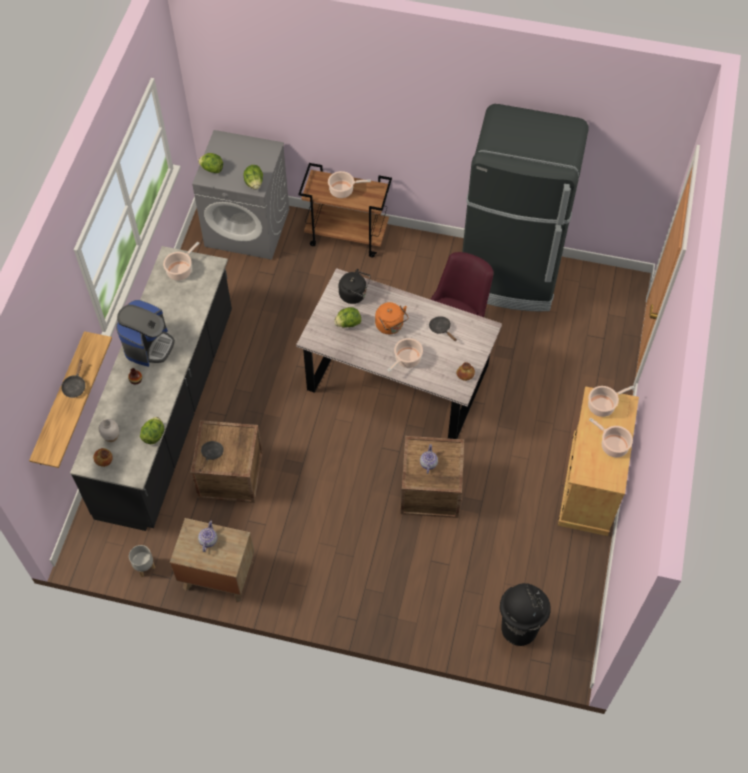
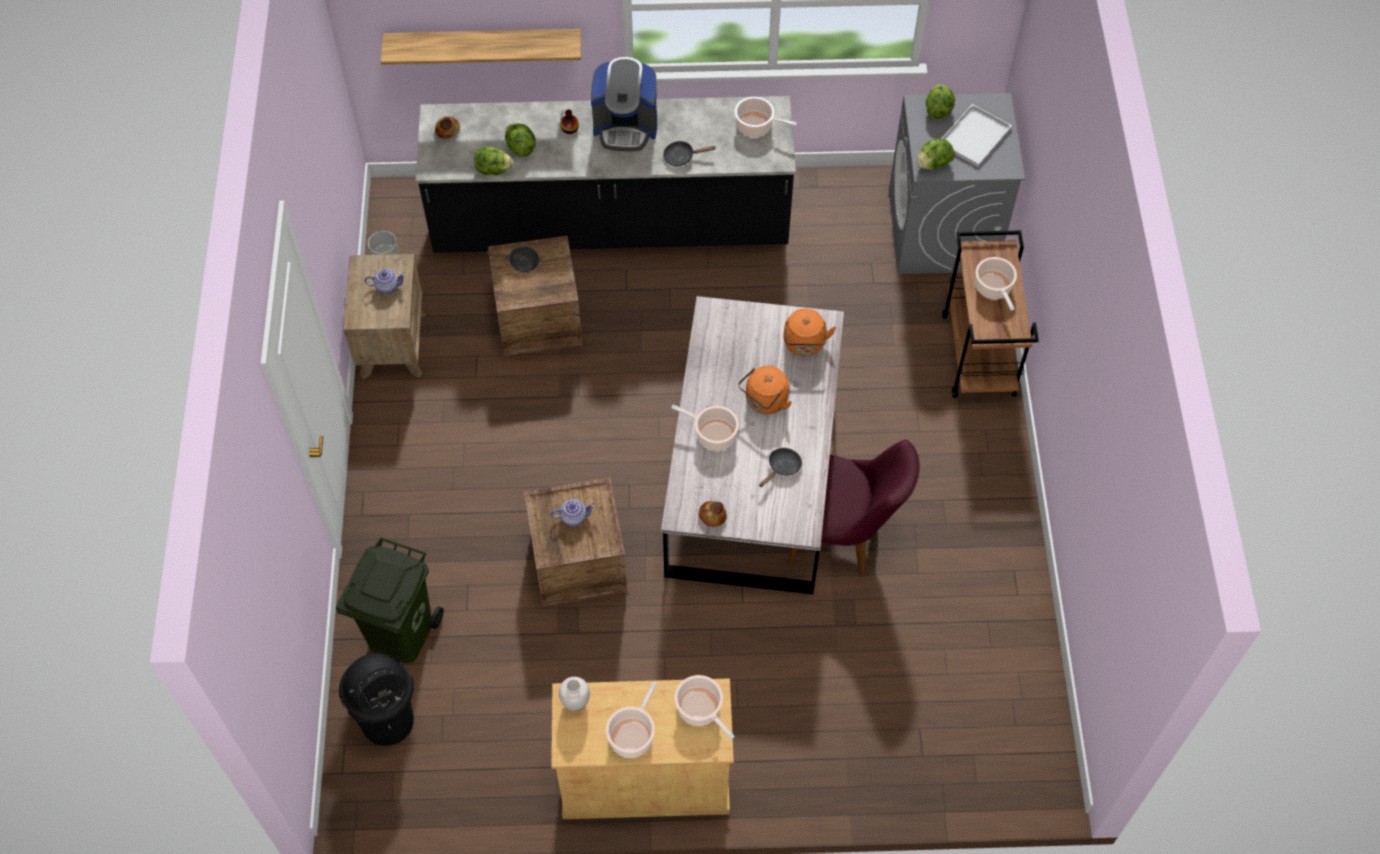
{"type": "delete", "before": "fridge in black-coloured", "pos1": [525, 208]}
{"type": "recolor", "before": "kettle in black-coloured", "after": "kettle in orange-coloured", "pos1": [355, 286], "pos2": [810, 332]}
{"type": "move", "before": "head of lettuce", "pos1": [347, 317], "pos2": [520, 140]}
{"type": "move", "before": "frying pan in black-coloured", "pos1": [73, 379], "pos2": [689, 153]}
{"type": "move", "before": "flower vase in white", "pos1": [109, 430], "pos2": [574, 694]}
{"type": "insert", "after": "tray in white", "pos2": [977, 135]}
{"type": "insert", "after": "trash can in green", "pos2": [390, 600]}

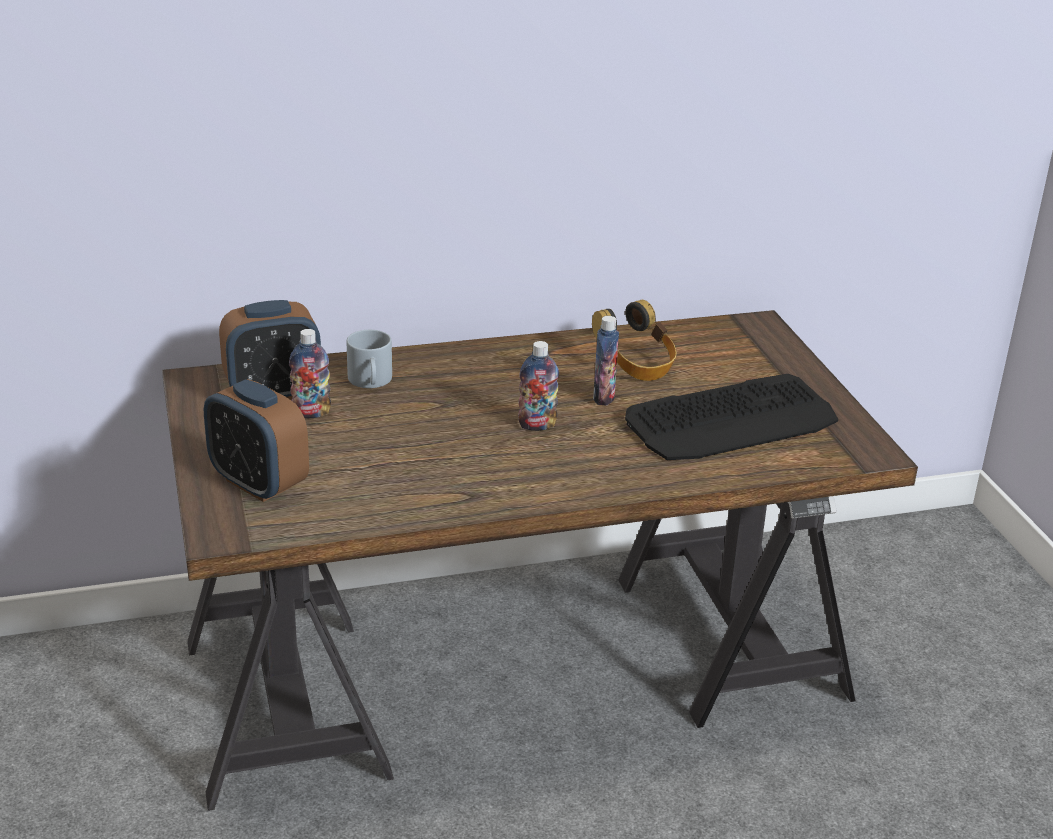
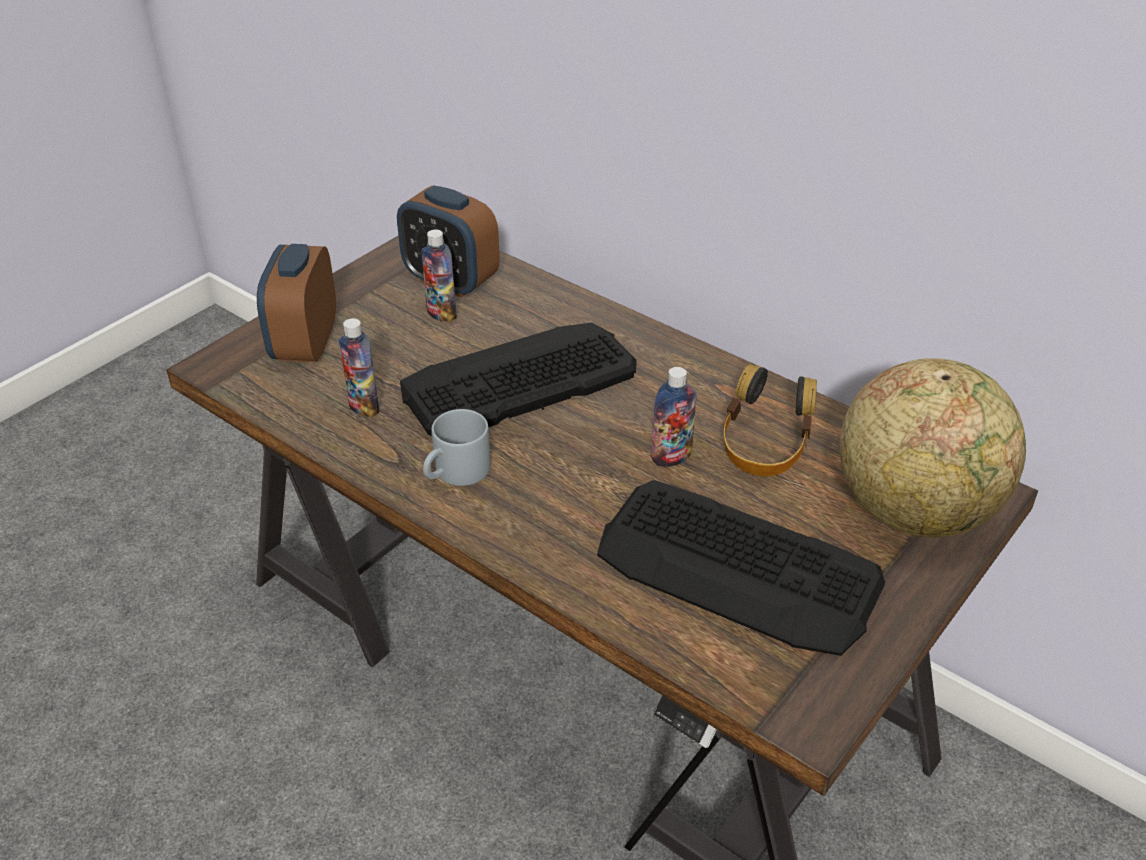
{"type": "move", "before": "tea mug in grey", "pos1": [369, 359], "pos2": [457, 447]}
{"type": "move", "before": "drink bottle", "pos1": [538, 386], "pos2": [359, 367]}
{"type": "insert", "after": "keyboard", "pos2": [518, 379]}
{"type": "insert", "after": "globe", "pos2": [933, 448]}

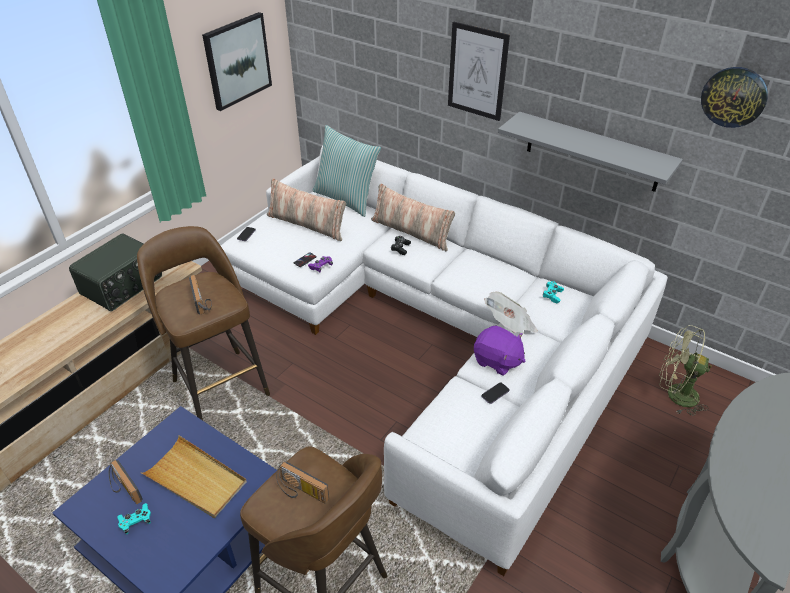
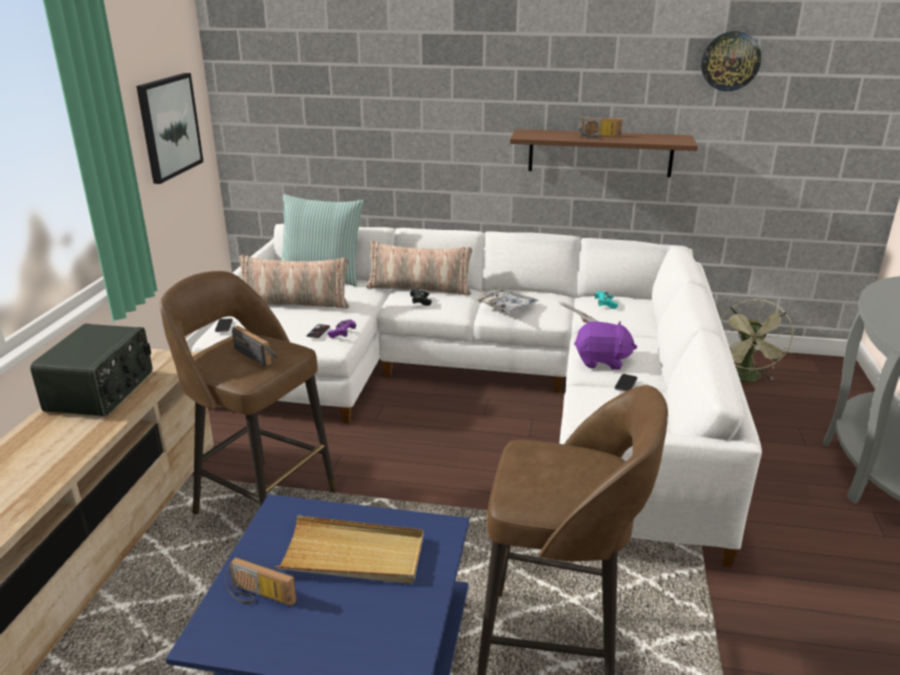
{"type": "delete", "before": "wall picture", "pos1": [479, 71]}
{"type": "recolor", "before": "wall shelf in grey", "after": "wall shelf in brownish", "pos1": [590, 152], "pos2": [604, 153]}
{"type": "rotate", "before": "fan in green", "pos1": [685, 370], "pos2": [757, 340], "turn": -75}
{"type": "move", "before": "radio receiver", "pos1": [302, 482], "pos2": [600, 127]}
{"type": "delete", "before": "joypad in blue-green", "pos1": [134, 518]}
{"type": "insert", "after": "tray", "pos2": [507, 301]}

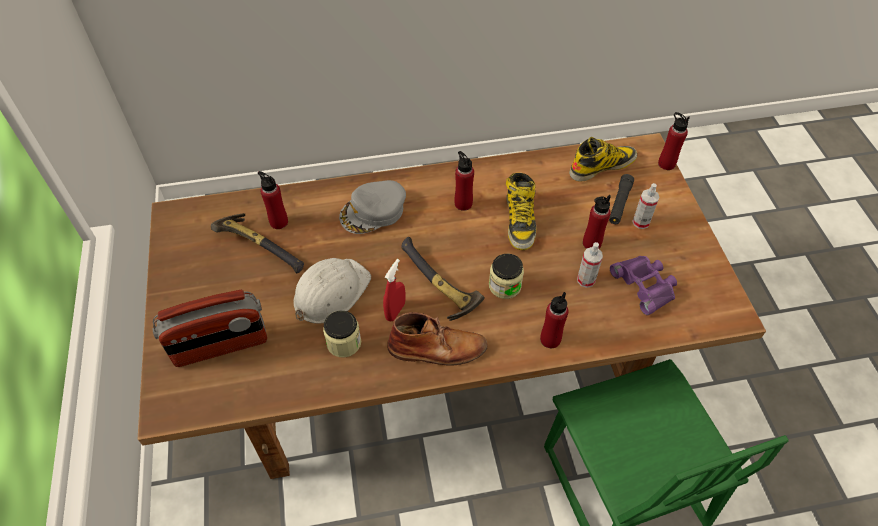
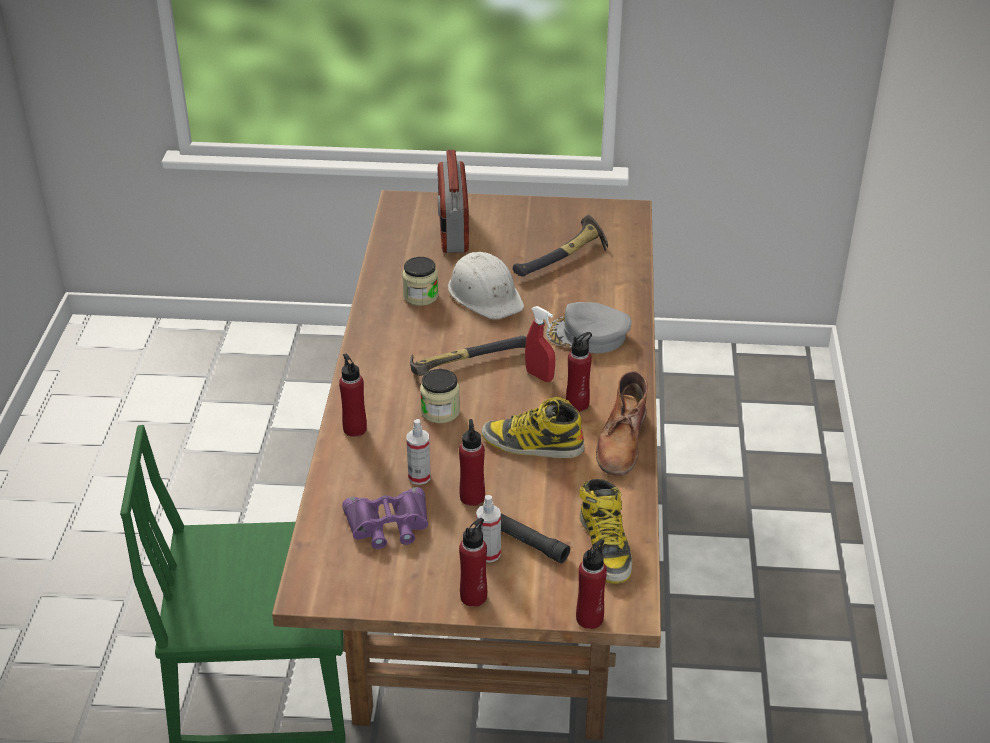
{"type": "move", "before": "drink bottle in reddish", "pos1": [273, 200], "pos2": [473, 562]}
{"type": "rotate", "before": "baseball cap in grey", "pos1": [372, 207], "pos2": [589, 328], "turn": -60}
{"type": "move", "before": "sprayer in reddish", "pos1": [394, 290], "pos2": [540, 344]}
{"type": "move", "before": "high-top boot in brownish", "pos1": [437, 339], "pos2": [622, 423]}

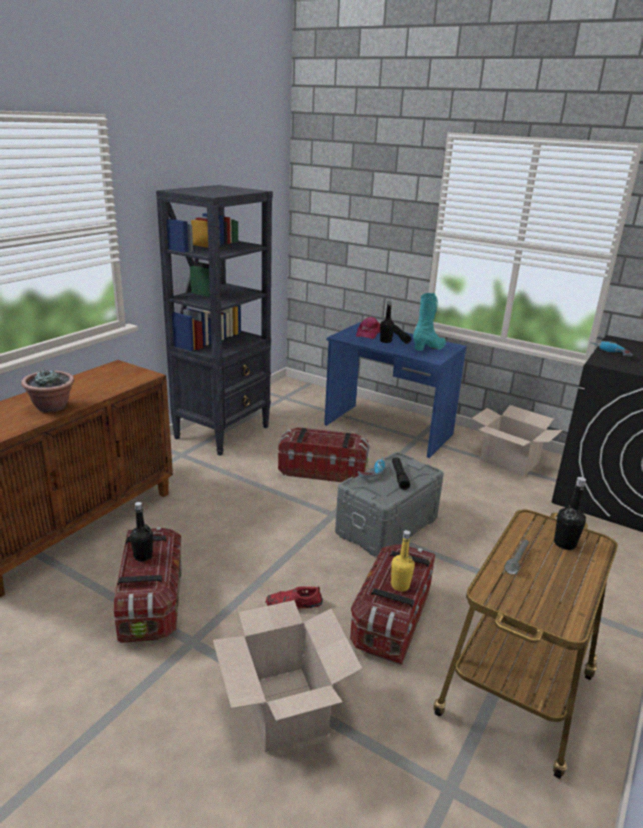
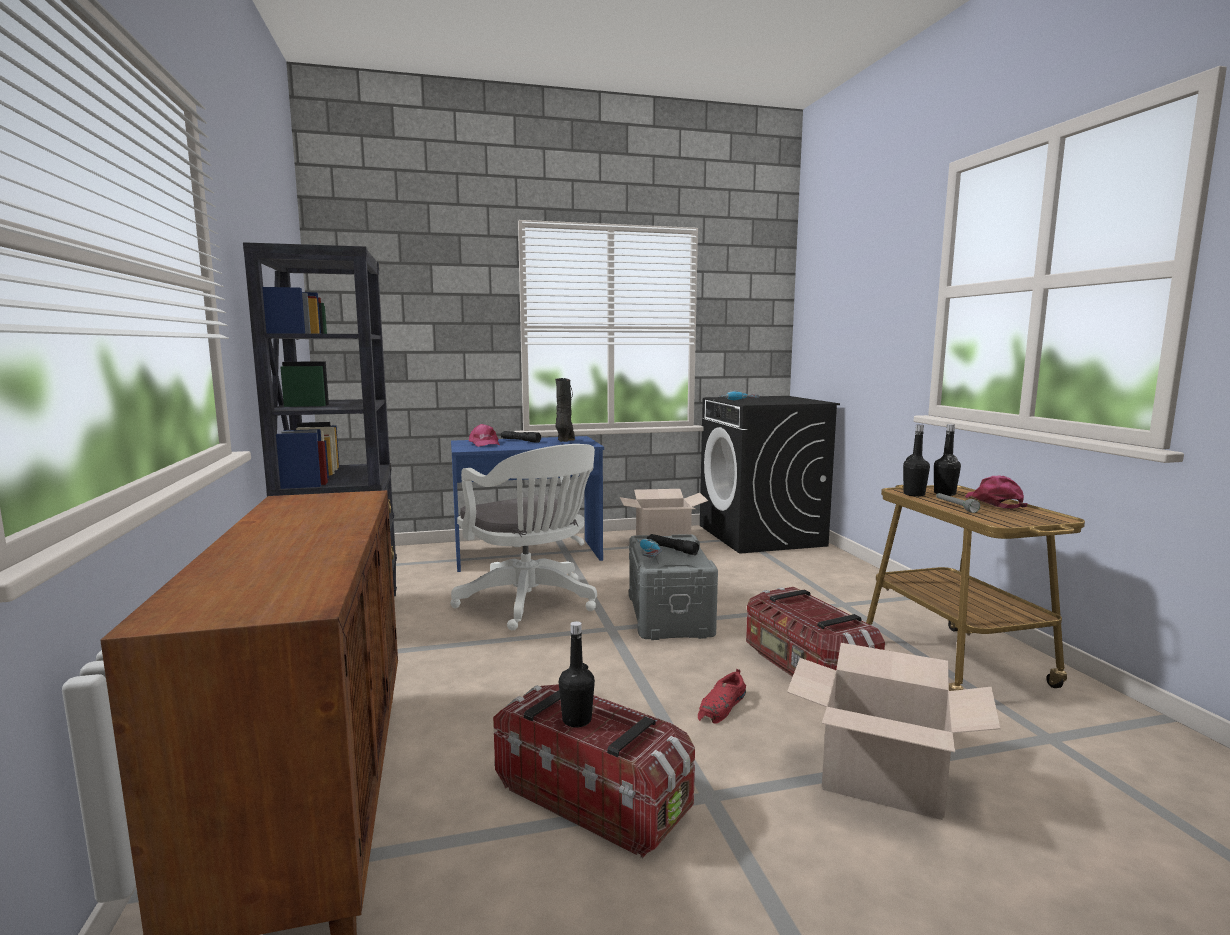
{"type": "recolor", "before": "high-top boot in blue-green", "after": "high-top boot in black-coloured", "pos1": [429, 322], "pos2": [565, 410]}
{"type": "move", "before": "drink bottle in black-coloured", "pos1": [387, 321], "pos2": [916, 461]}
{"type": "delete", "before": "potted plant", "pos1": [47, 391]}
{"type": "replace", "before": "storage container", "after": "computer chair in white", "pos1": [323, 454], "pos2": [524, 537]}
{"type": "delete", "before": "drink bottle in yellowish", "pos1": [403, 560]}
{"type": "insert", "after": "baseball cap in pinkish", "pos2": [996, 492]}

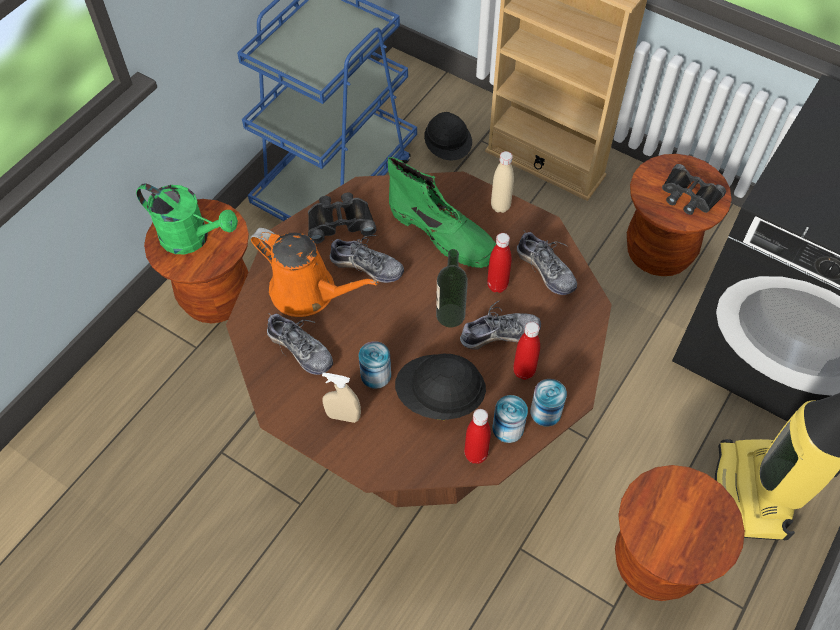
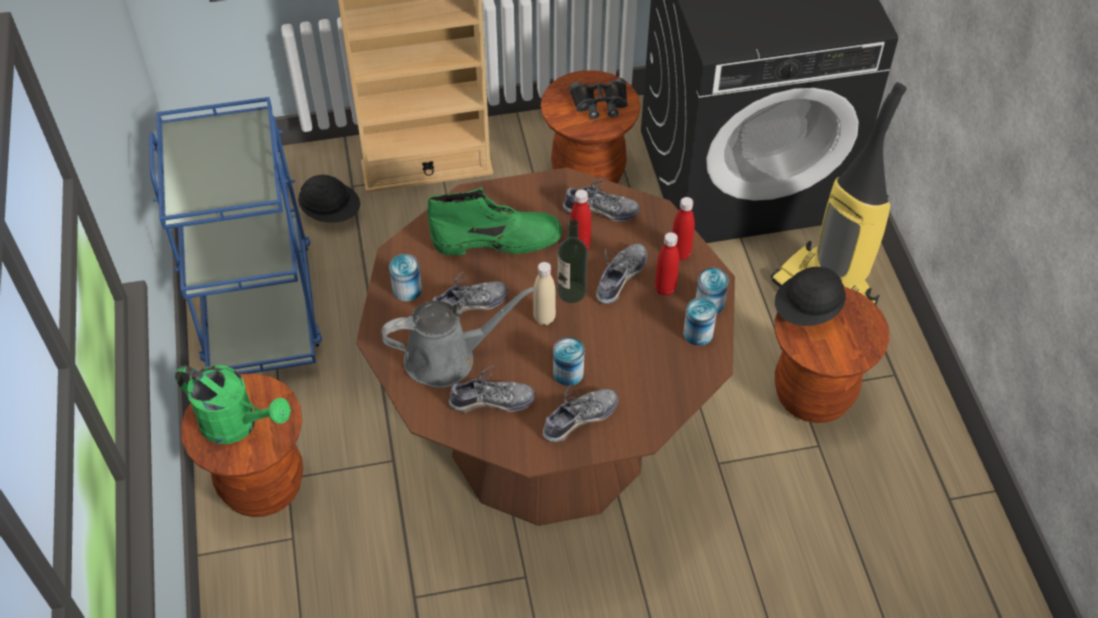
{"type": "move", "before": "drink bottle in sand-coloured", "pos1": [502, 182], "pos2": [544, 293]}
{"type": "rotate", "before": "sprinkling can in green", "pos1": [187, 219], "pos2": [233, 404], "turn": 45}
{"type": "replace", "before": "binoculars in black-coloured", "after": "sealed can", "pos1": [342, 218], "pos2": [405, 278]}
{"type": "recolor", "before": "sprinkling can in orange-coloured", "after": "sprinkling can in grey", "pos1": [314, 272], "pos2": [458, 337]}
{"type": "move", "before": "safety helmet in black-coloured", "pos1": [440, 387], "pos2": [810, 296]}
{"type": "replace", "before": "sprayer in sand-coloured", "after": "low shoe", "pos1": [341, 397], "pos2": [581, 414]}
{"type": "move", "before": "drink bottle in reddish", "pos1": [477, 436], "pos2": [683, 229]}

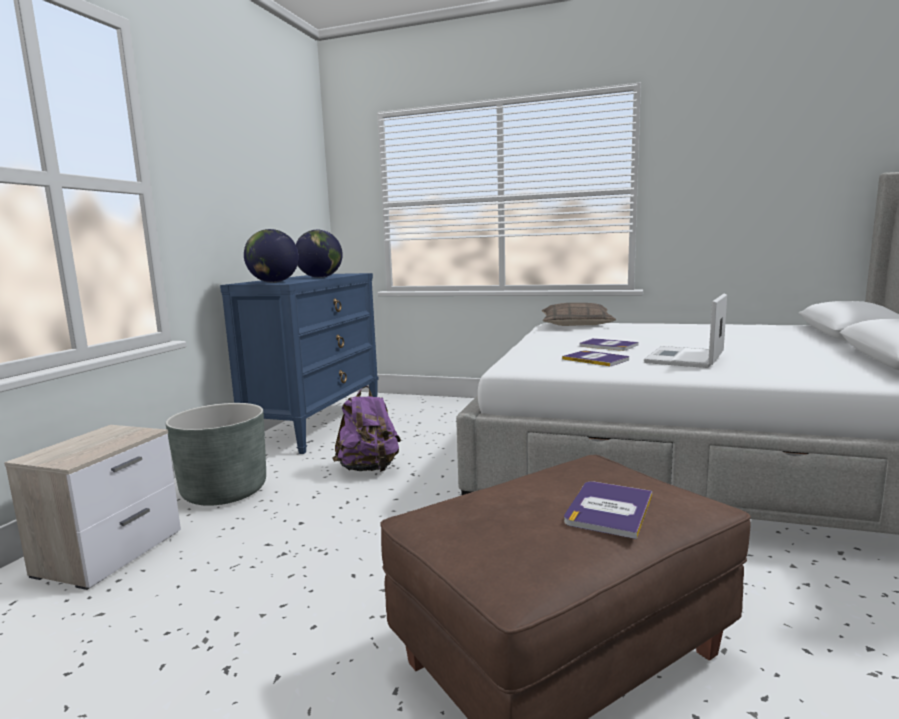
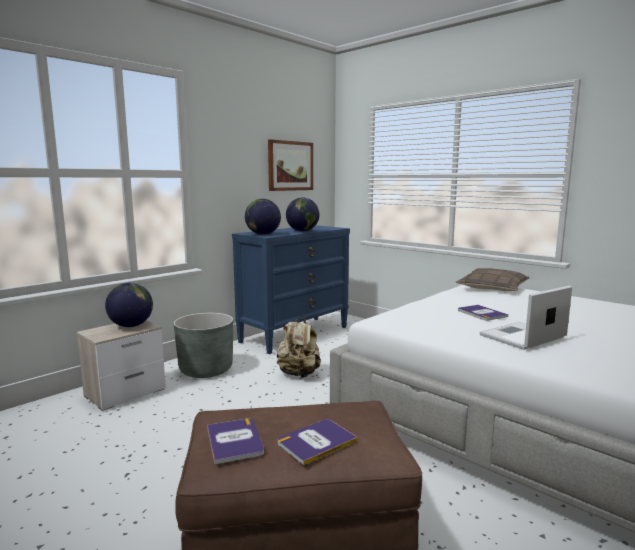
{"type": "move", "before": "volume", "pos1": [595, 359], "pos2": [235, 441]}
{"type": "recolor", "before": "backpack in purple", "after": "backpack in sand-coloured", "pos1": [366, 429], "pos2": [299, 346]}
{"type": "insert", "after": "wall picture", "pos2": [290, 165]}
{"type": "insert", "after": "globe", "pos2": [129, 305]}

